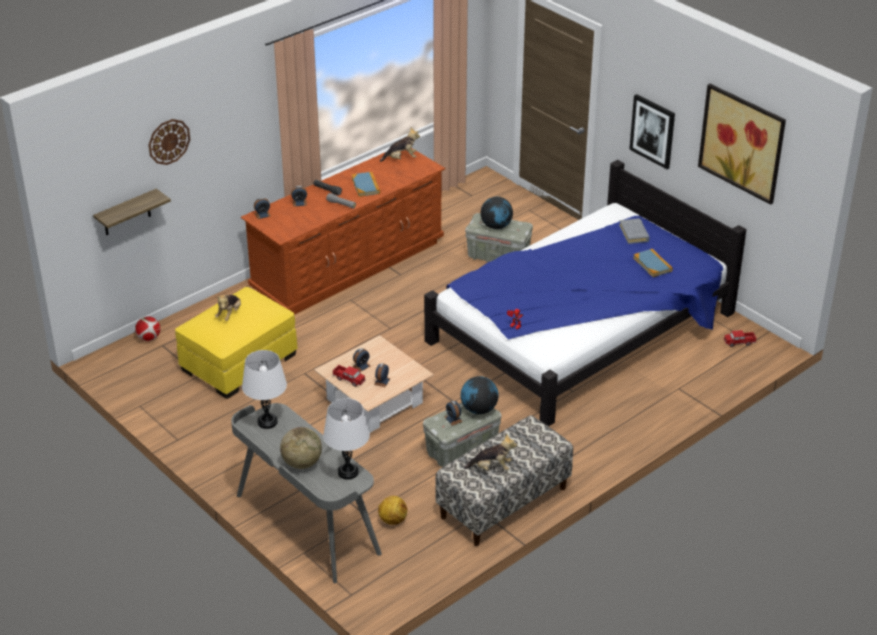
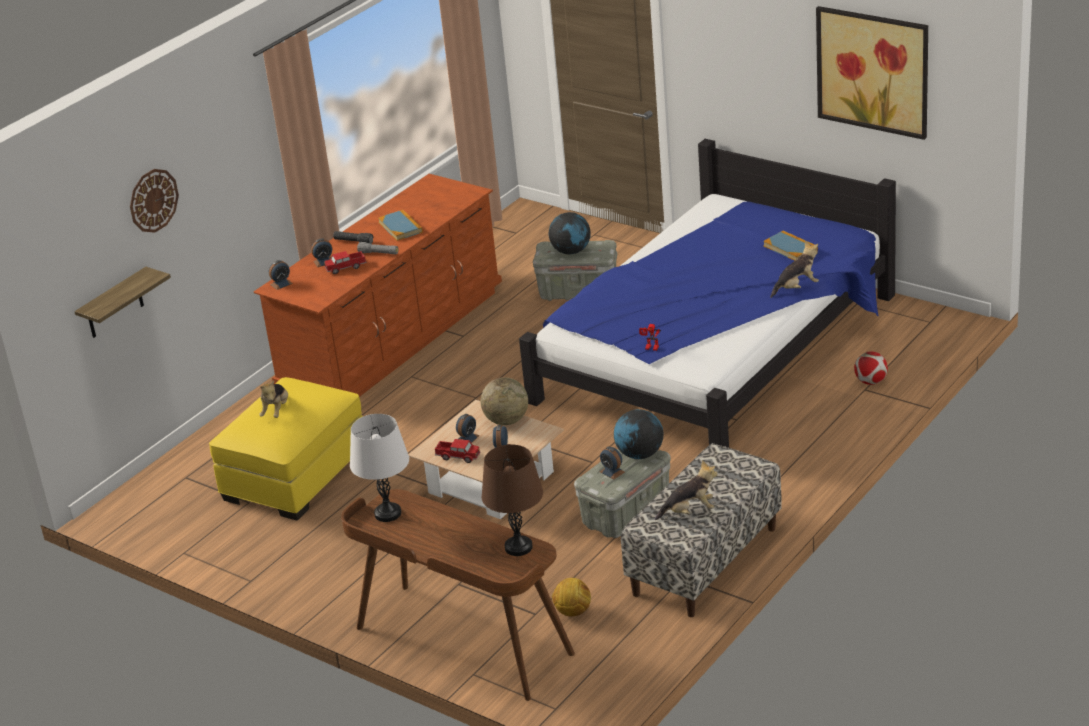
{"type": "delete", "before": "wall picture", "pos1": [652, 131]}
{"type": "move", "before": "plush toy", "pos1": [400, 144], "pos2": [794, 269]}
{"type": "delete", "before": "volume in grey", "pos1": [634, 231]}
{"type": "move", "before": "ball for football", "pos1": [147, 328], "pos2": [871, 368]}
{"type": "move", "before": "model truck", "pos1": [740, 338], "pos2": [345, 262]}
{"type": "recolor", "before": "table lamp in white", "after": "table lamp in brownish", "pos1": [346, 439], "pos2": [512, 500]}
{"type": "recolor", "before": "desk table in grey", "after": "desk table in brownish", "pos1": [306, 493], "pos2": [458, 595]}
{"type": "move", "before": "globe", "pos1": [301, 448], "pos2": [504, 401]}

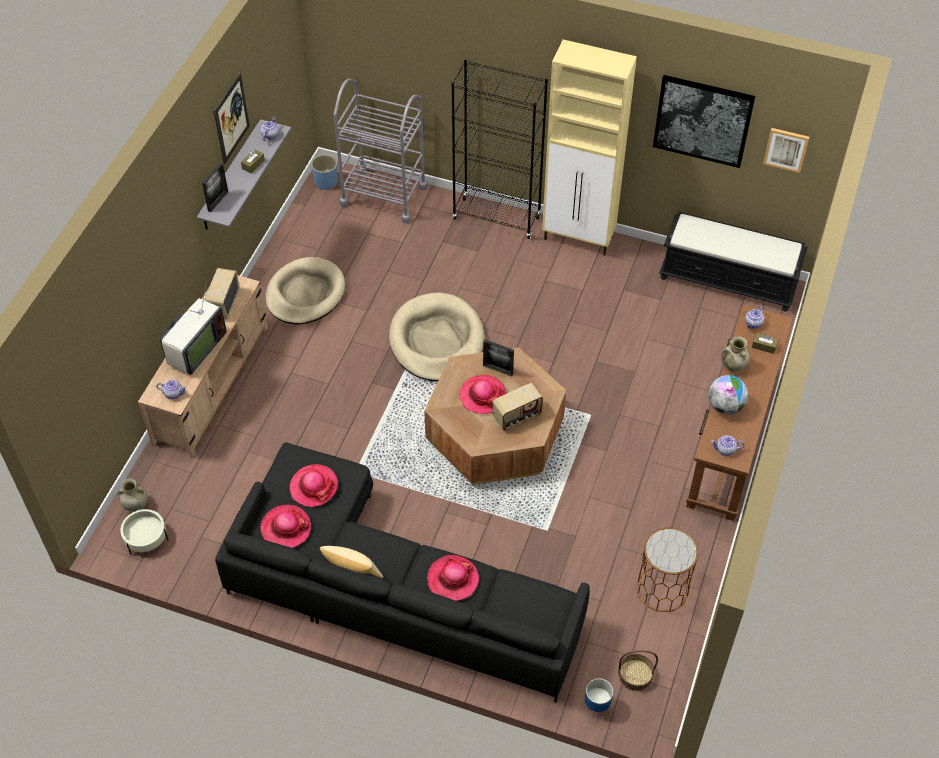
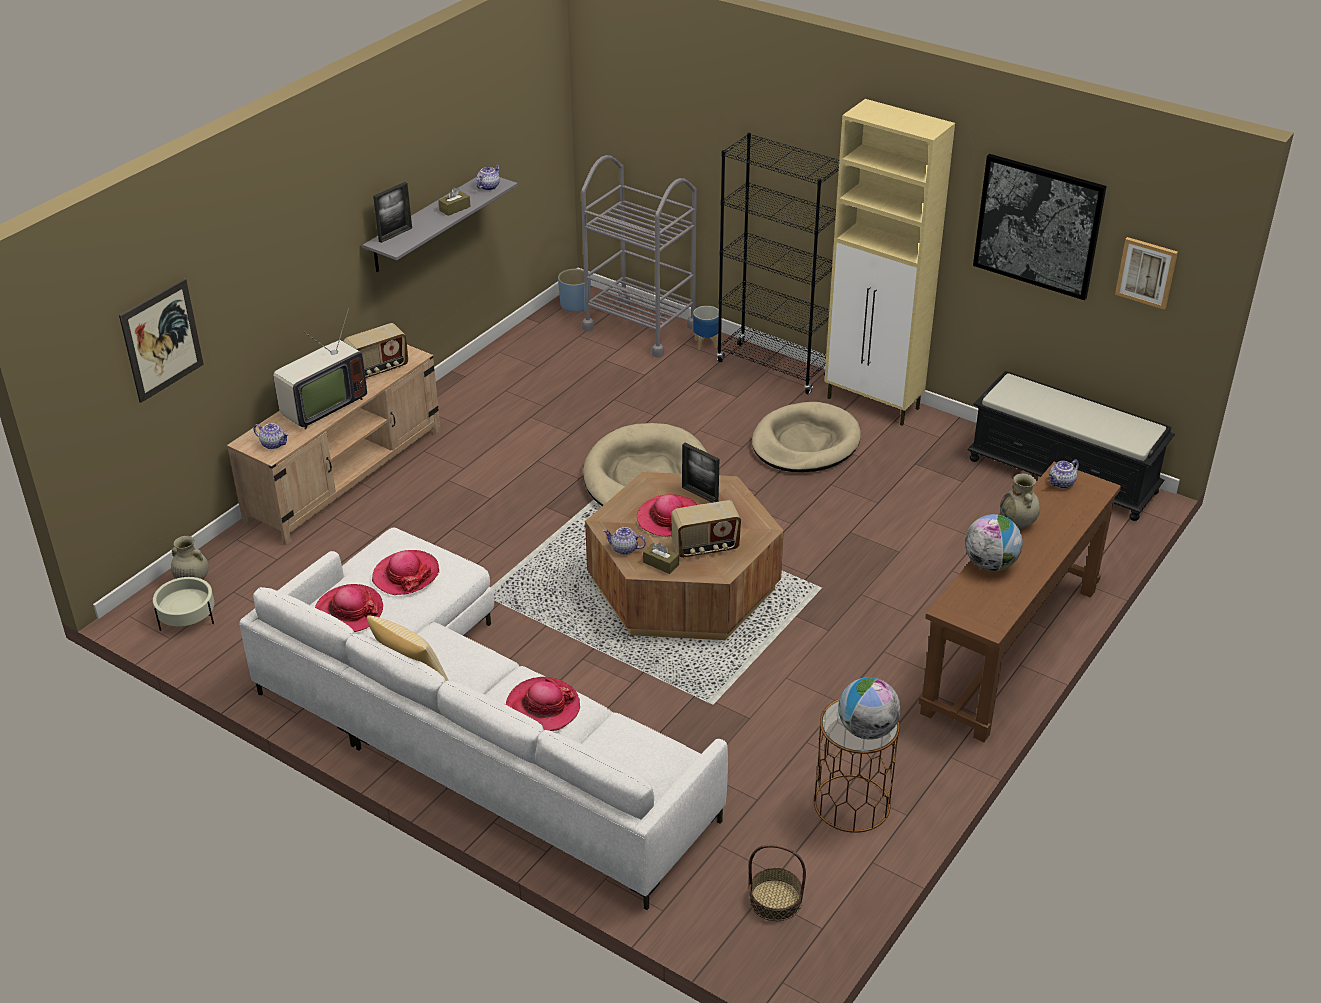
{"type": "move", "before": "wall picture", "pos1": [232, 118], "pos2": [161, 341]}
{"type": "move", "before": "pet bed in sand-coloured", "pos1": [305, 290], "pos2": [806, 437]}
{"type": "rotate", "before": "radio receiver", "pos1": [222, 293], "pos2": [375, 351], "turn": -150}
{"type": "move", "before": "tissue box in brownish", "pos1": [765, 343], "pos2": [661, 558]}
{"type": "move", "before": "pot for tea", "pos1": [727, 445], "pos2": [624, 541]}
{"type": "recolor", "before": "sofa in black-coloured", "after": "sofa in white", "pos1": [402, 572], "pos2": [484, 718]}
{"type": "move", "before": "flower pot", "pos1": [598, 698], "pos2": [706, 328]}
{"type": "insert", "after": "globe", "pos2": [869, 708]}

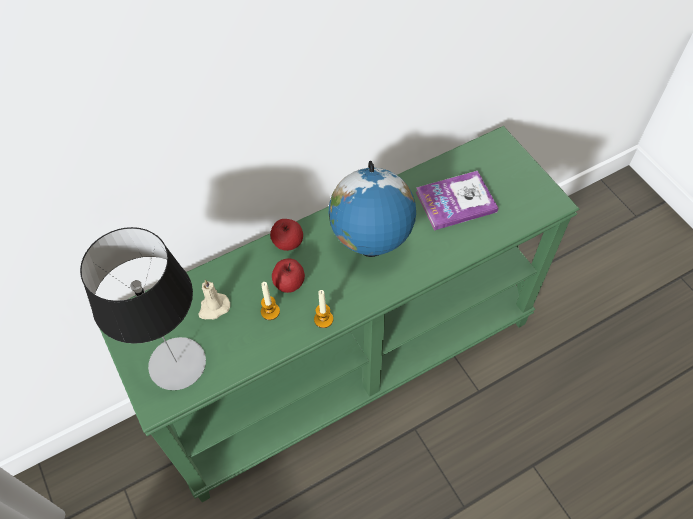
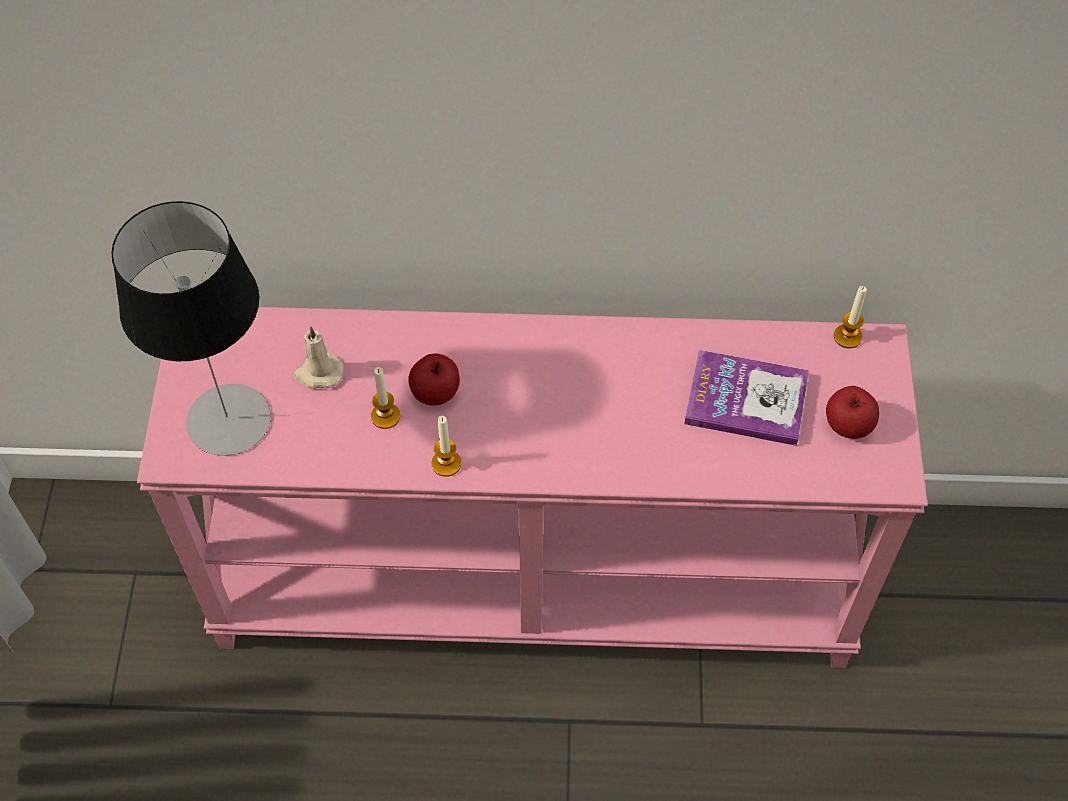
{"type": "recolor", "before": "hall table in green", "after": "hall table in pinkish", "pos1": [339, 314], "pos2": [532, 487]}
{"type": "delete", "before": "globe", "pos1": [372, 209]}
{"type": "move", "before": "apple fruit", "pos1": [286, 235], "pos2": [852, 412]}
{"type": "insert", "after": "wax candle", "pos2": [850, 317]}

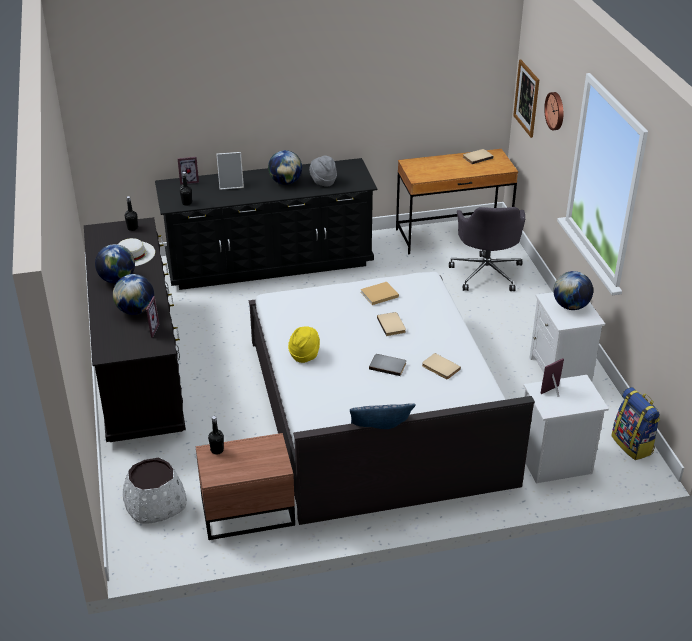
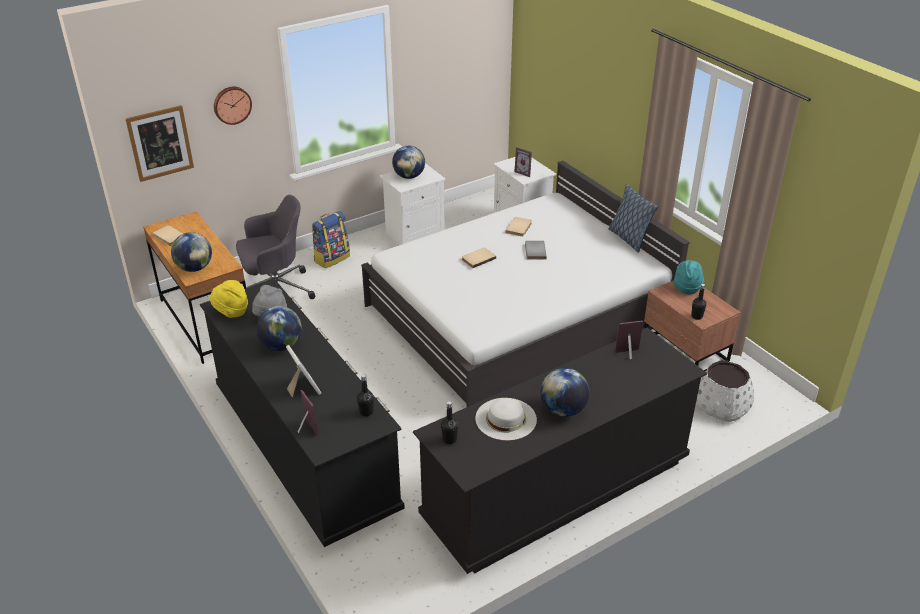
{"type": "move", "before": "globe", "pos1": [133, 294], "pos2": [191, 252]}
{"type": "delete", "before": "volume in sand-coloured", "pos1": [379, 293]}
{"type": "move", "before": "wearable hat in yellowish", "pos1": [304, 344], "pos2": [229, 299]}
{"type": "move", "before": "backpack", "pos1": [635, 423], "pos2": [330, 239]}
{"type": "insert", "after": "wearable hat in blue-green", "pos2": [689, 277]}

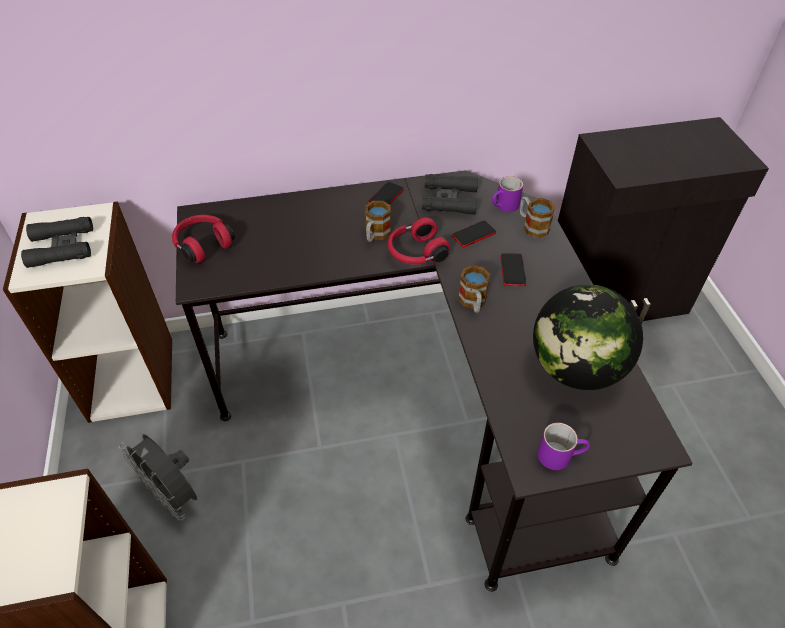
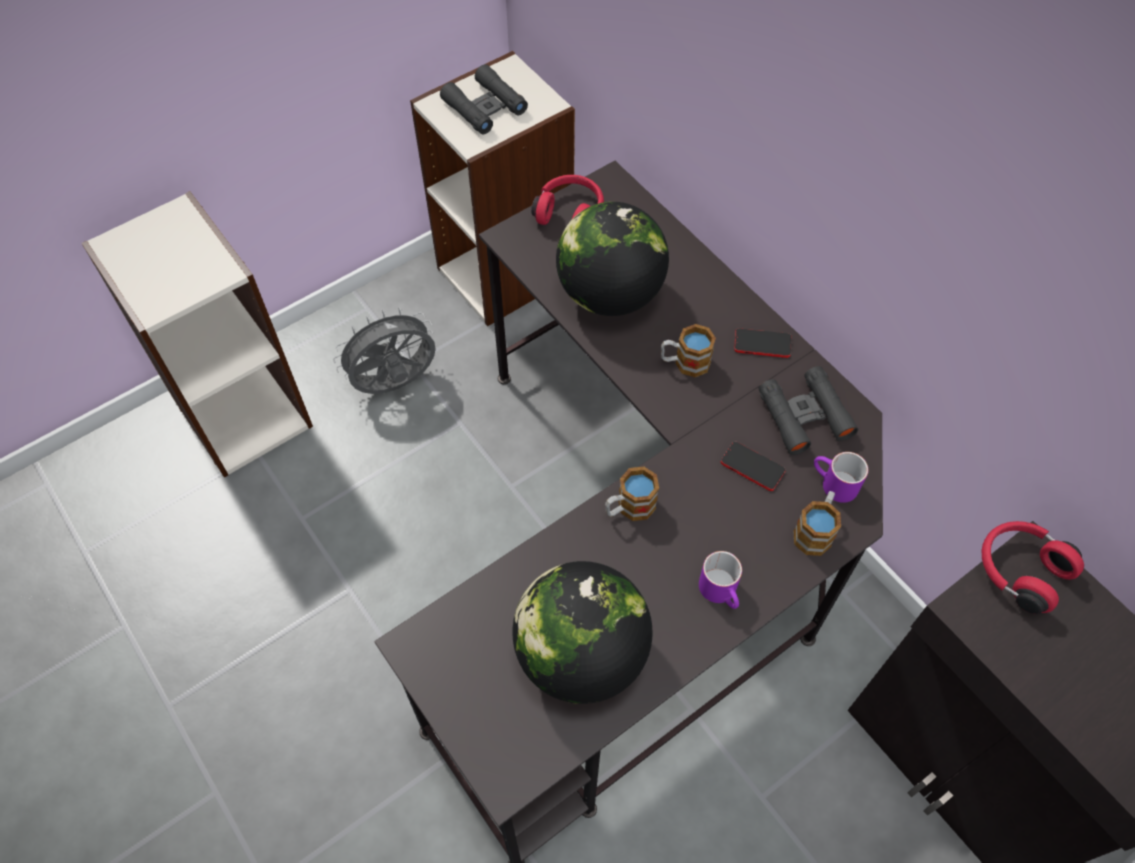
{"type": "move", "before": "headset in reddish", "pos1": [419, 241], "pos2": [1033, 567]}
{"type": "delete", "before": "telephone", "pos1": [513, 269]}
{"type": "move", "before": "tea mug in purple", "pos1": [563, 446], "pos2": [720, 580]}
{"type": "rotate", "before": "fan in grey", "pos1": [158, 477], "pos2": [384, 350], "turn": 45}
{"type": "insert", "after": "globe", "pos2": [612, 259]}

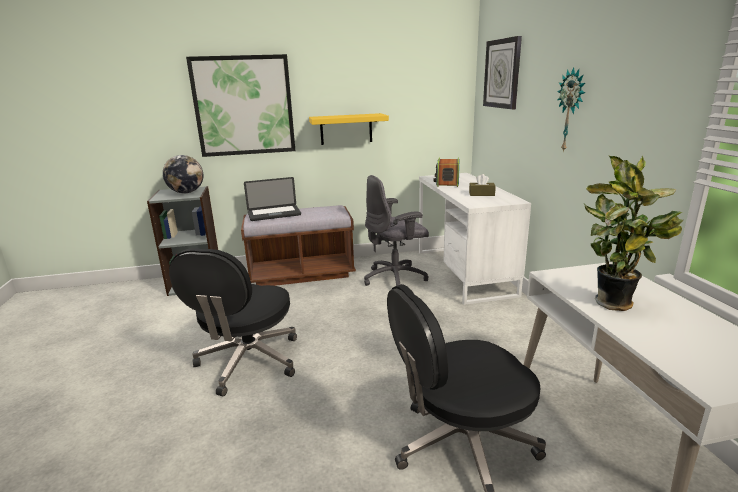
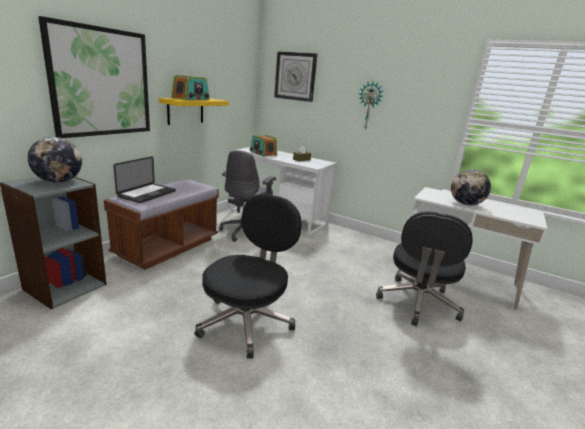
{"type": "replace", "before": "potted plant", "after": "globe", "pos1": [633, 233], "pos2": [471, 187]}
{"type": "rotate", "before": "computer chair in black-coloured", "pos1": [233, 322], "pos2": [248, 276], "turn": -120}
{"type": "insert", "after": "radio receiver", "pos2": [190, 88]}

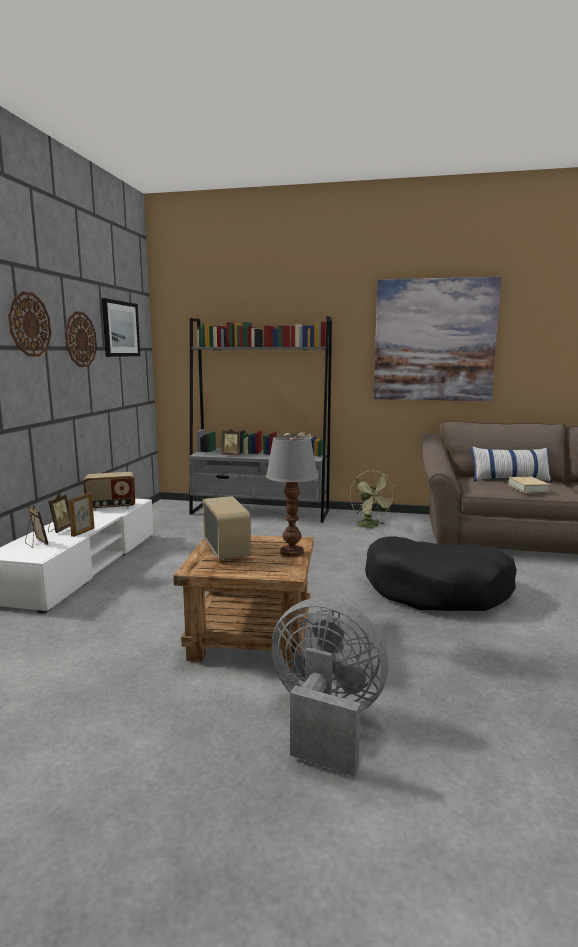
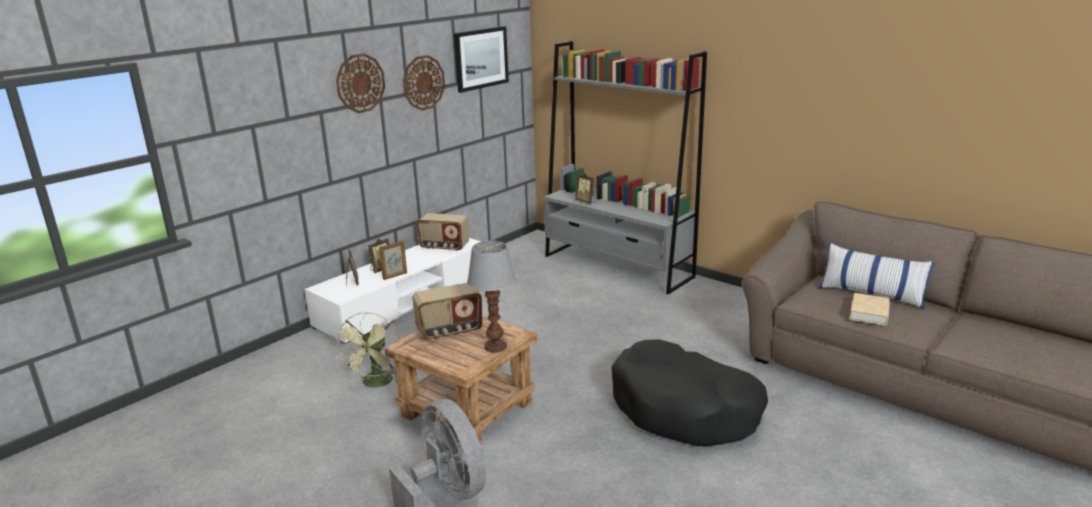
{"type": "delete", "before": "wall picture", "pos1": [437, 339]}
{"type": "move", "before": "fan in green", "pos1": [373, 499], "pos2": [367, 349]}
{"type": "rotate", "before": "radio receiver", "pos1": [227, 528], "pos2": [447, 311], "turn": 60}

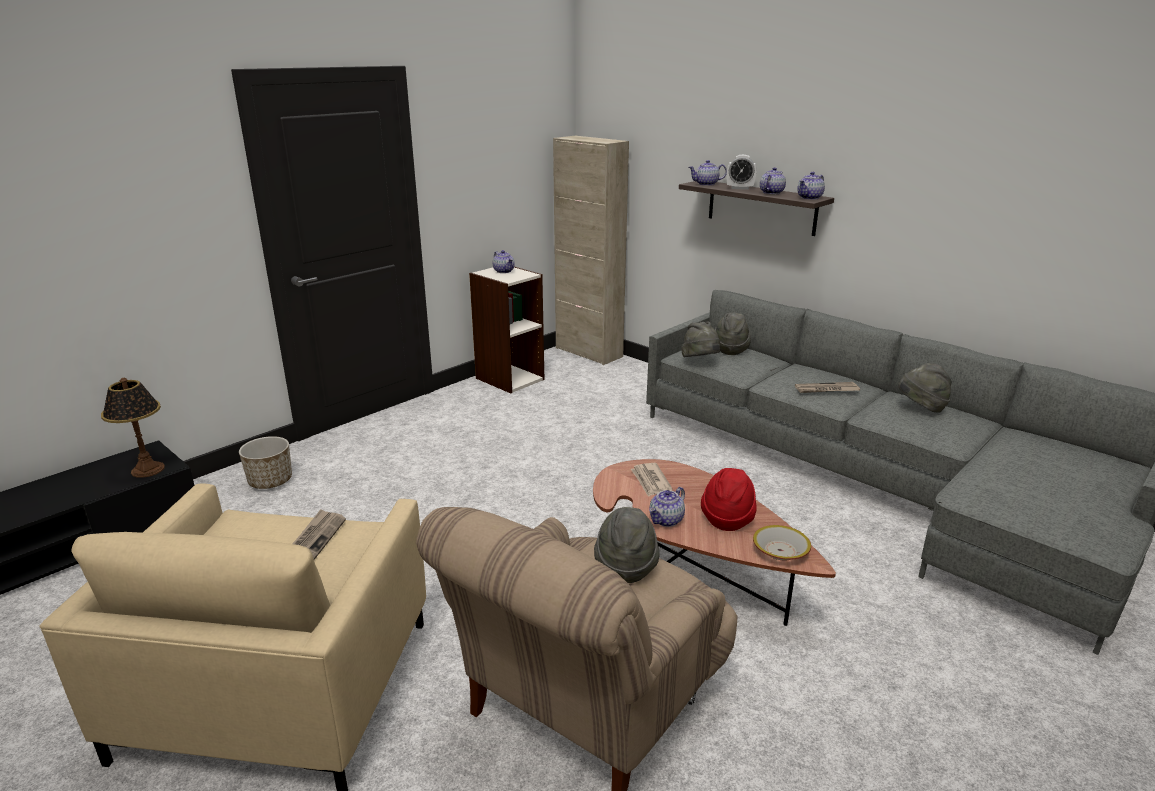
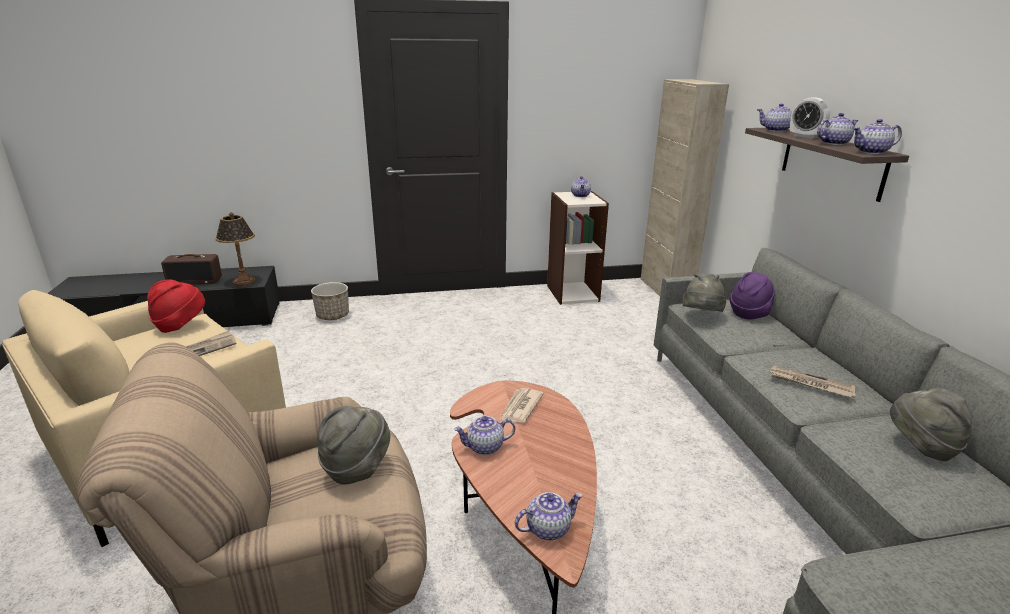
{"type": "recolor", "before": "wearable hat in grey", "after": "wearable hat in purple", "pos1": [733, 333], "pos2": [752, 296]}
{"type": "move", "before": "wearable hat in reddish", "pos1": [729, 499], "pos2": [176, 306]}
{"type": "replace", "before": "serving bowl", "after": "pot for tea", "pos1": [782, 542], "pos2": [549, 516]}
{"type": "insert", "after": "radio receiver", "pos2": [191, 269]}

